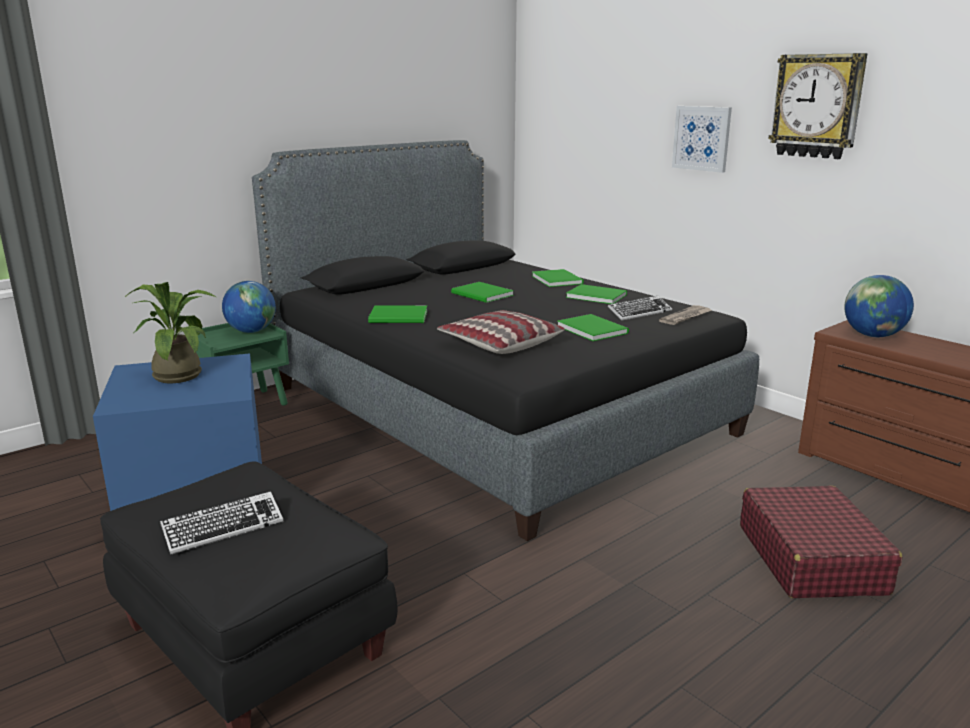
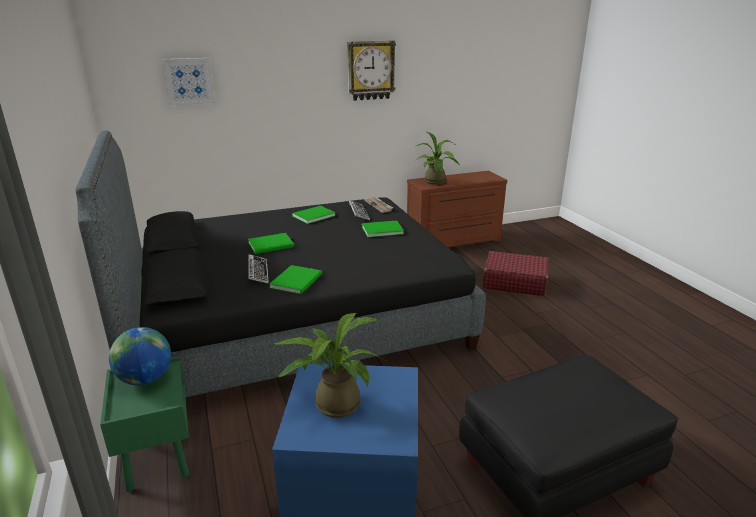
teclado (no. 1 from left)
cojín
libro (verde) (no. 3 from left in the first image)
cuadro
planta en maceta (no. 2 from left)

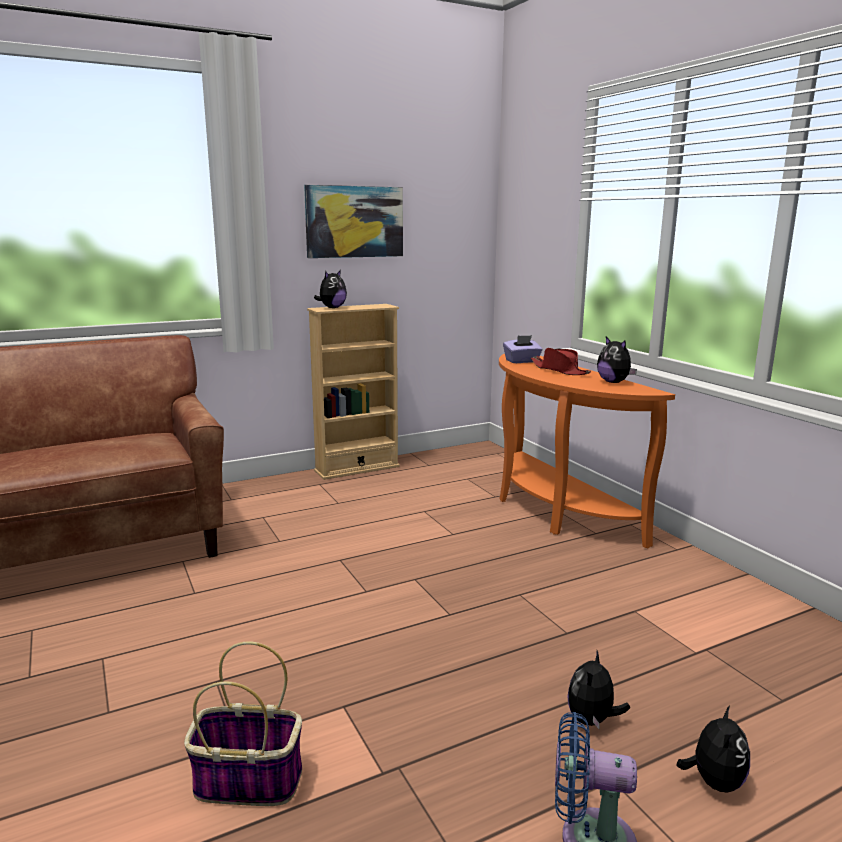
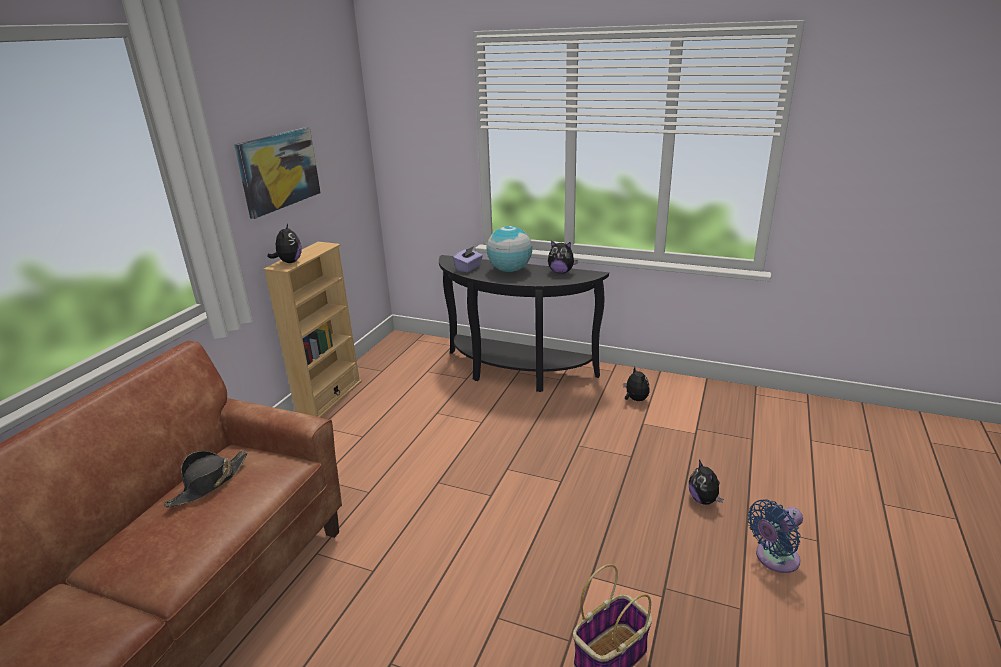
mesa consola (negro)
globo terráqueo
peluche (no. 3 from left)
sombrero (negro)

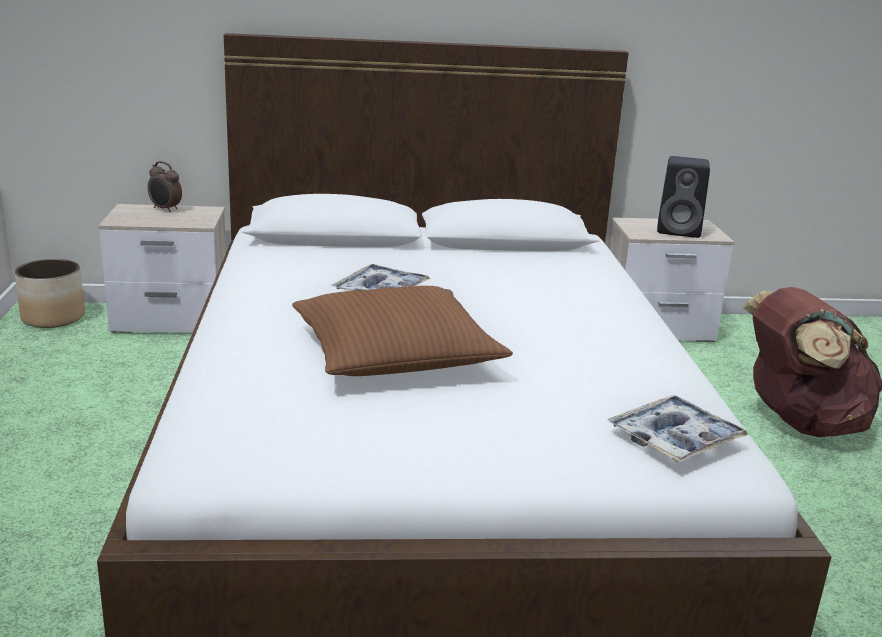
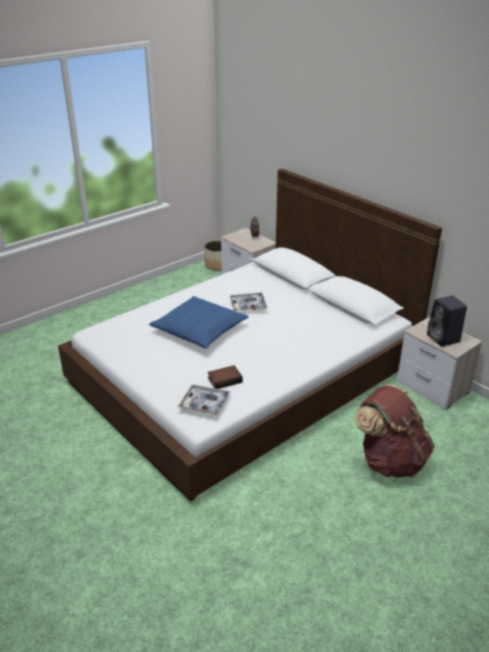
cojín (azul)
libro

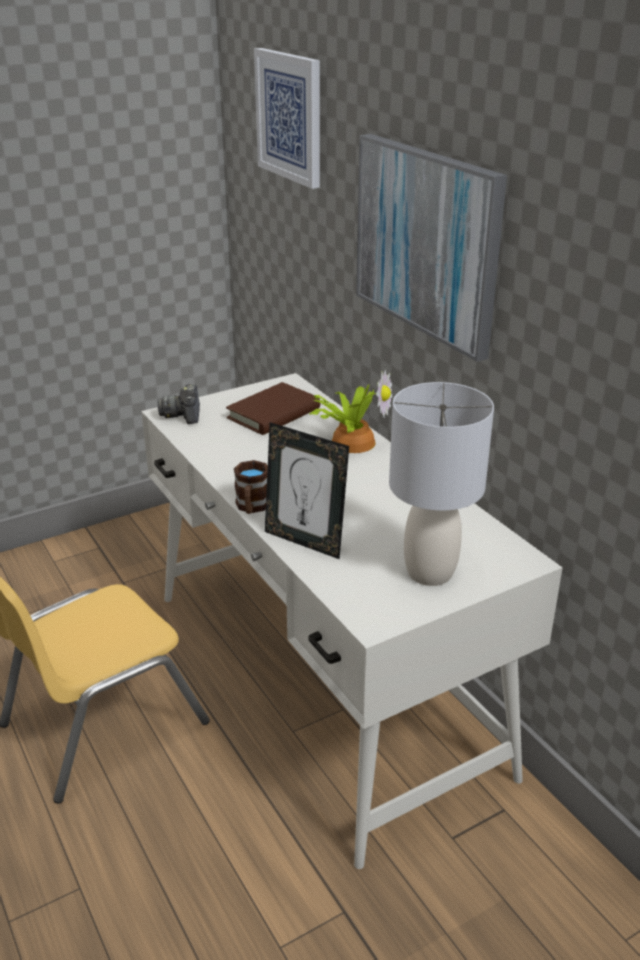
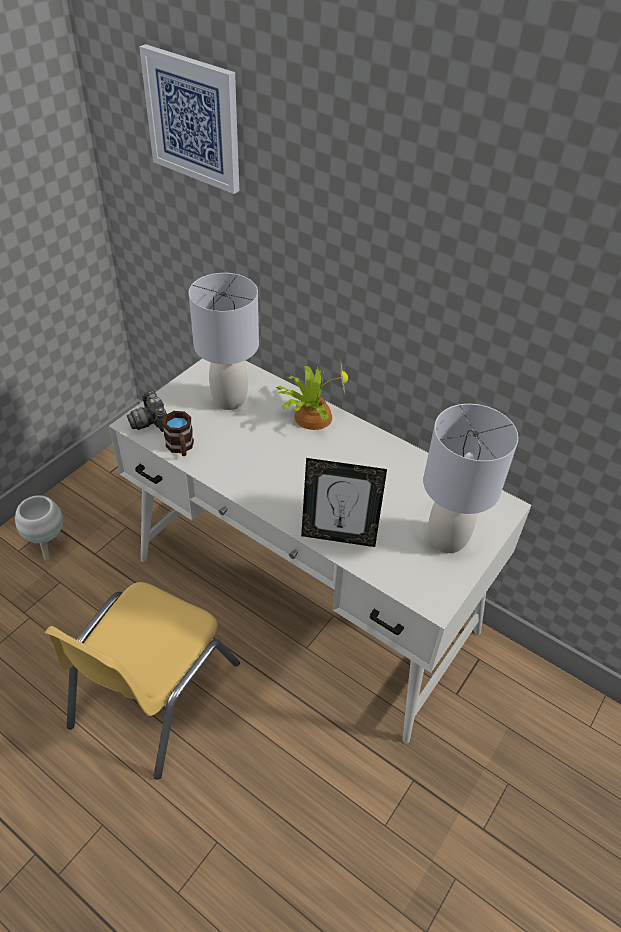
lámpara de mesa (gris) (no. 1 from left)
taza grande (marrón)
cuadro (no. 2 from left in the first image)
maceta (blanco)

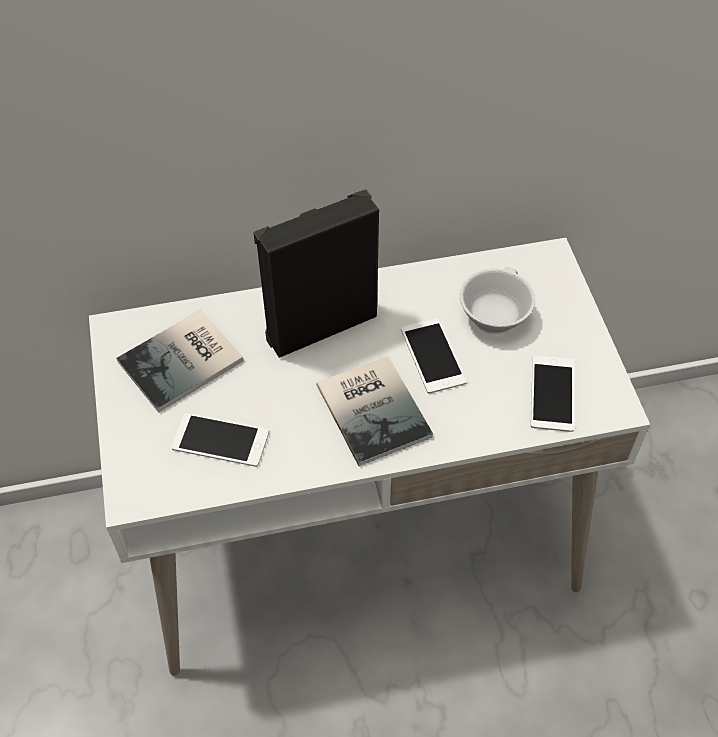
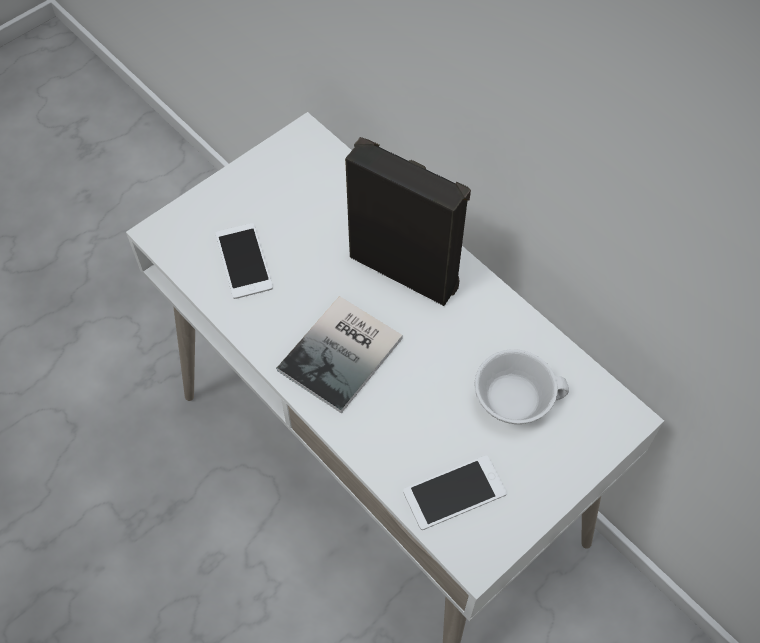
libro (no. 1 from left in the first image)
móvil (no. 2 from left in the first image)

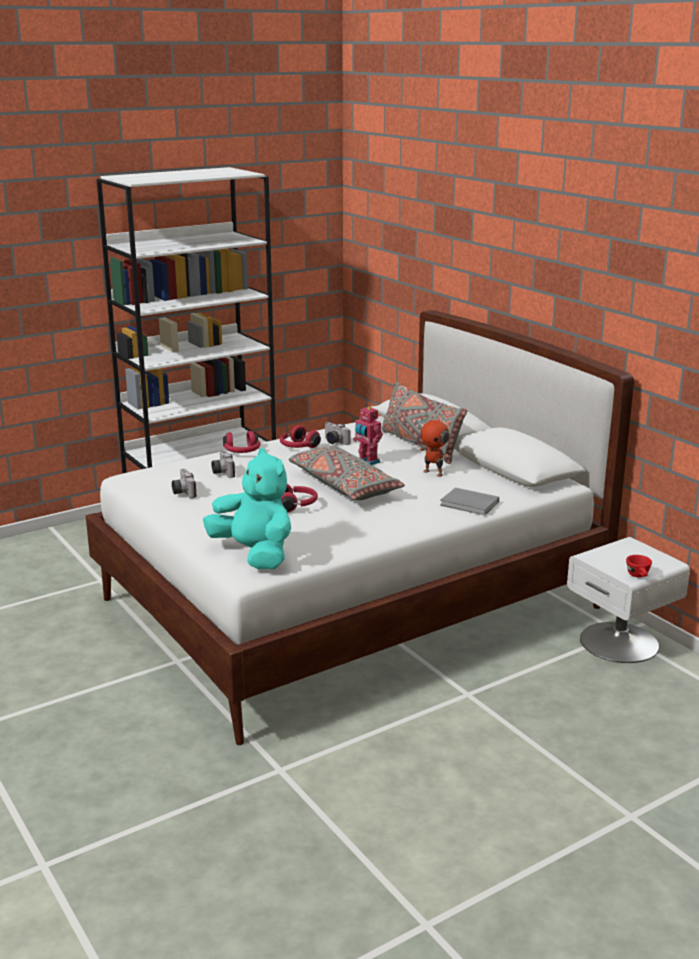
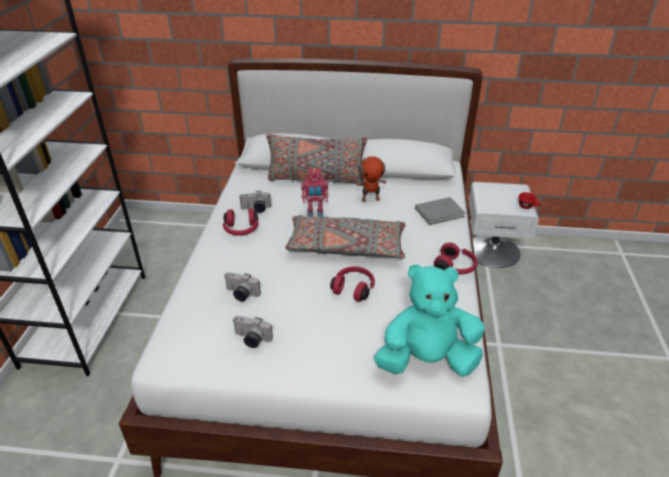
auriculares (rojo) (no. 3 from left)

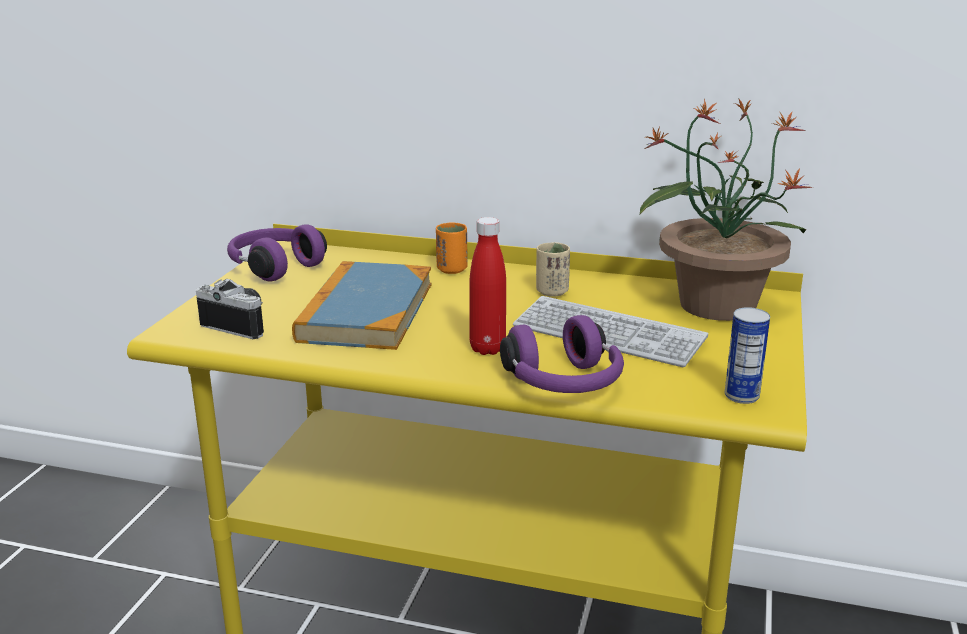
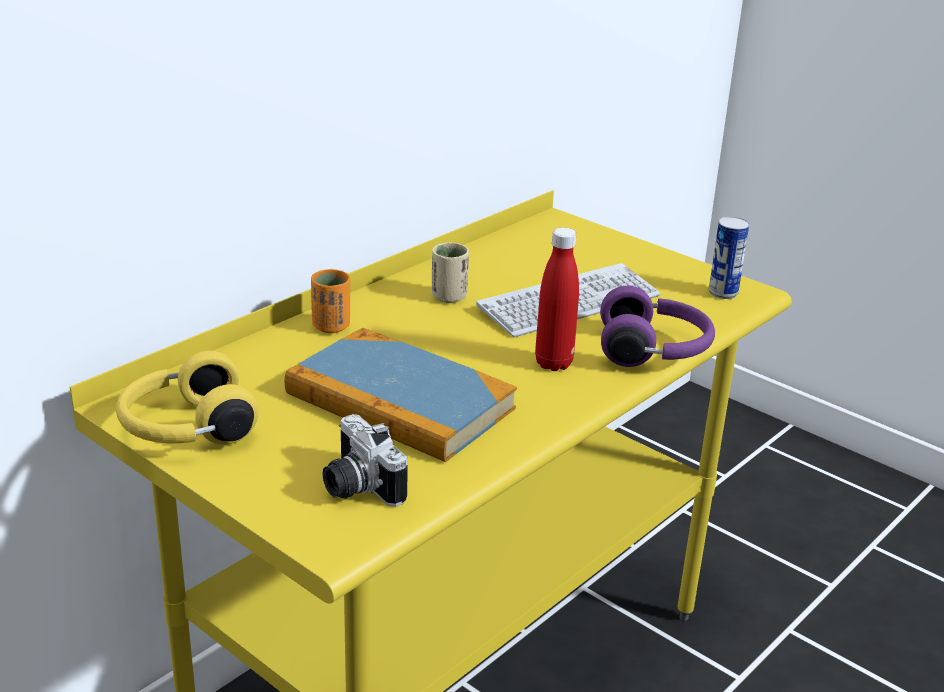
cámara
auriculares (amarillo)
planta en maceta

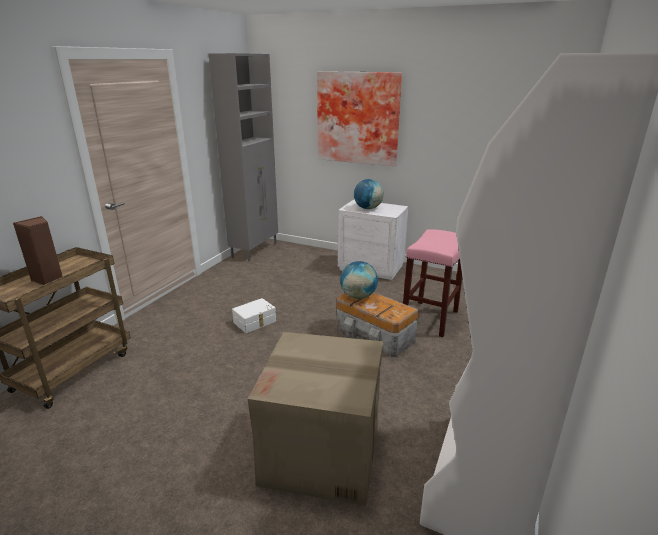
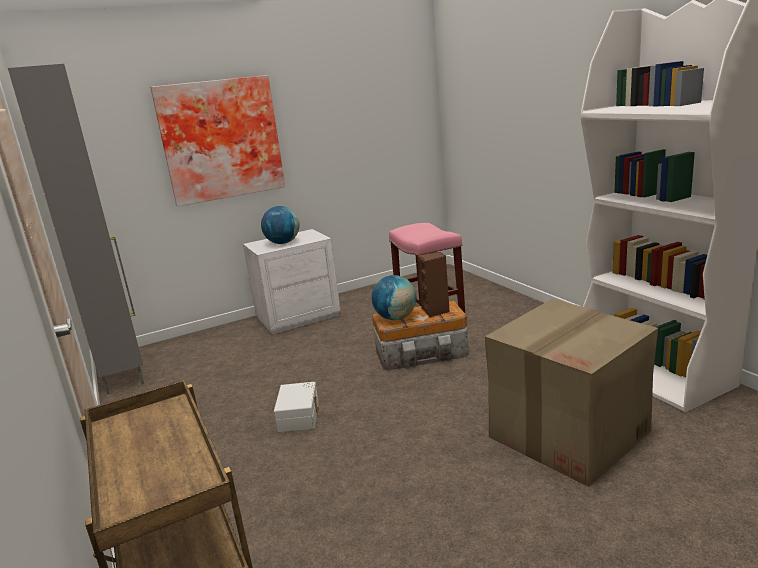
altavoz (marrón)

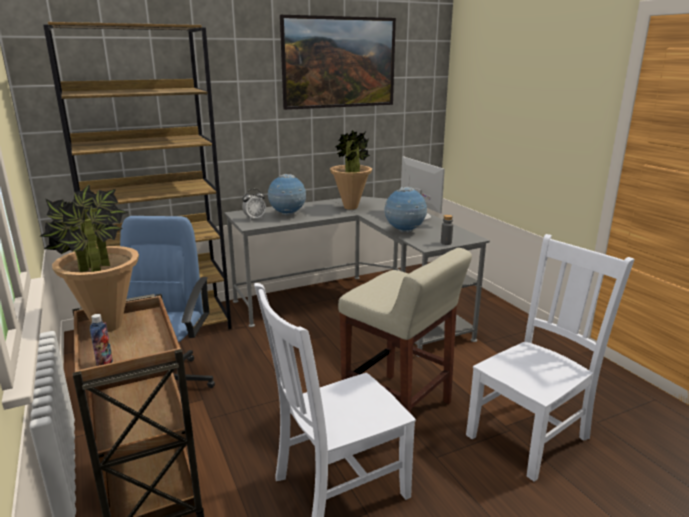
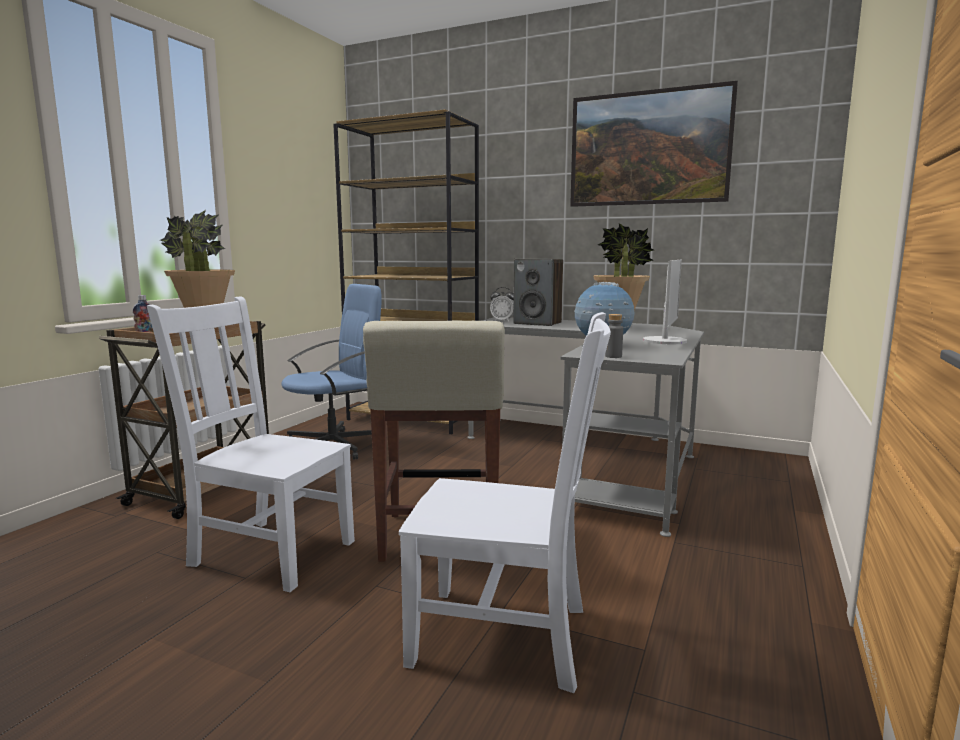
altavoz

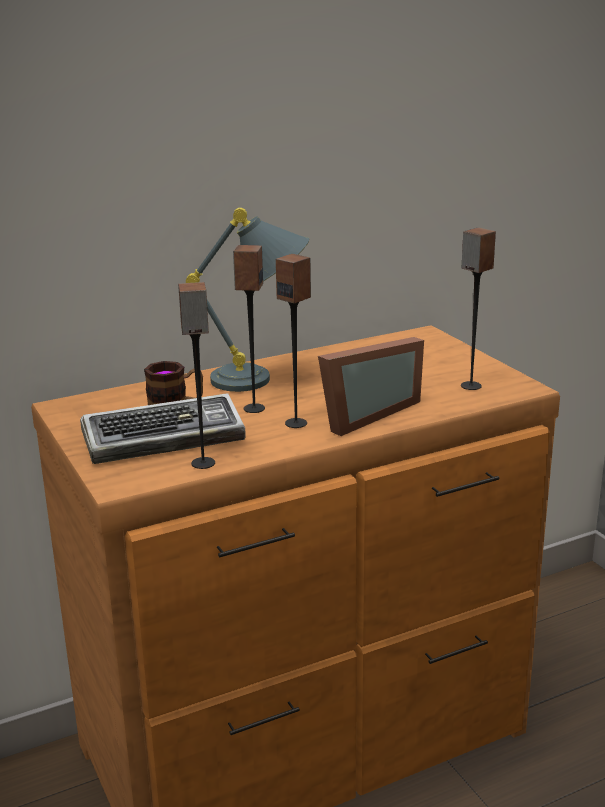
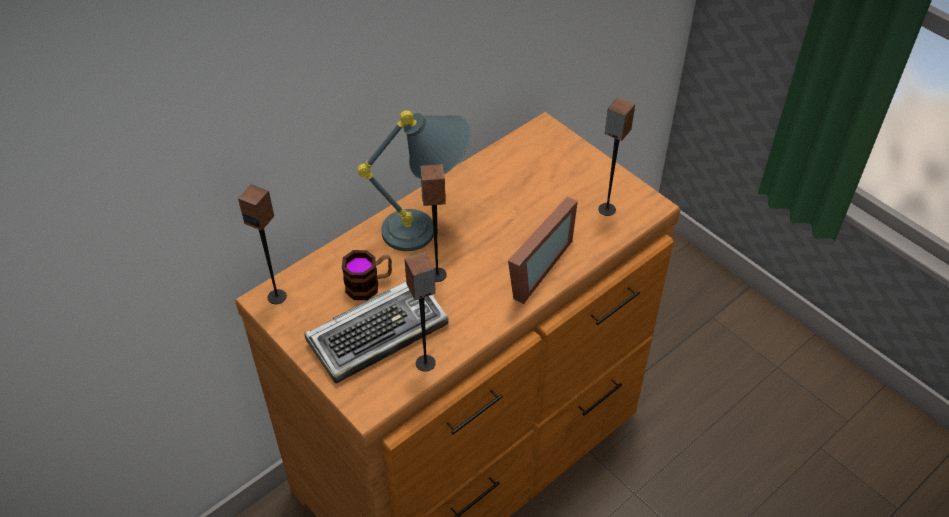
altavoz (no. 1 from left)

